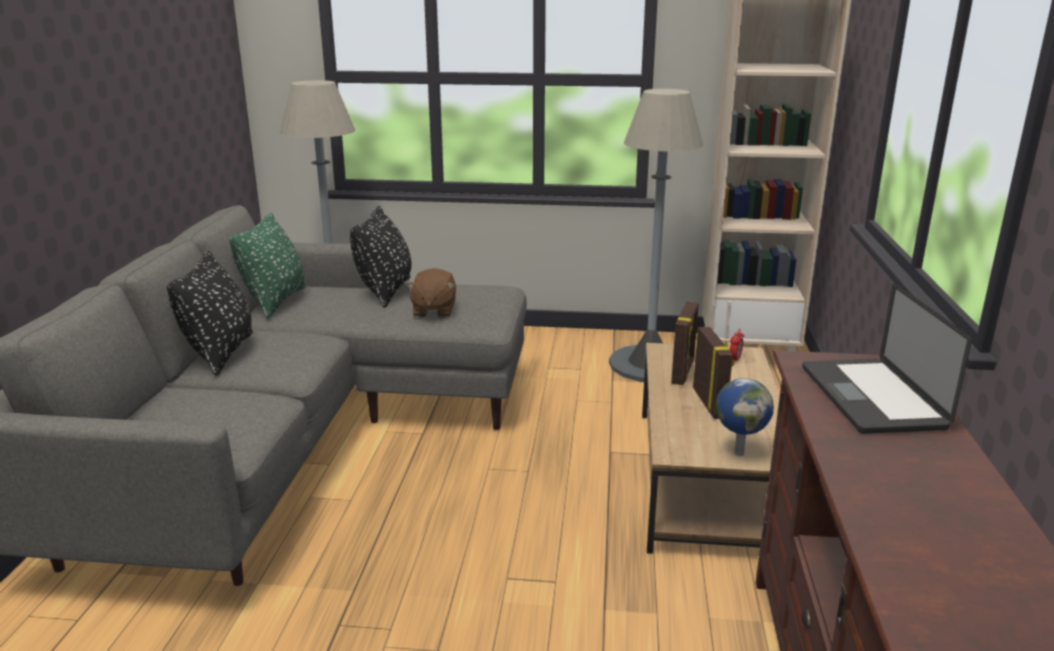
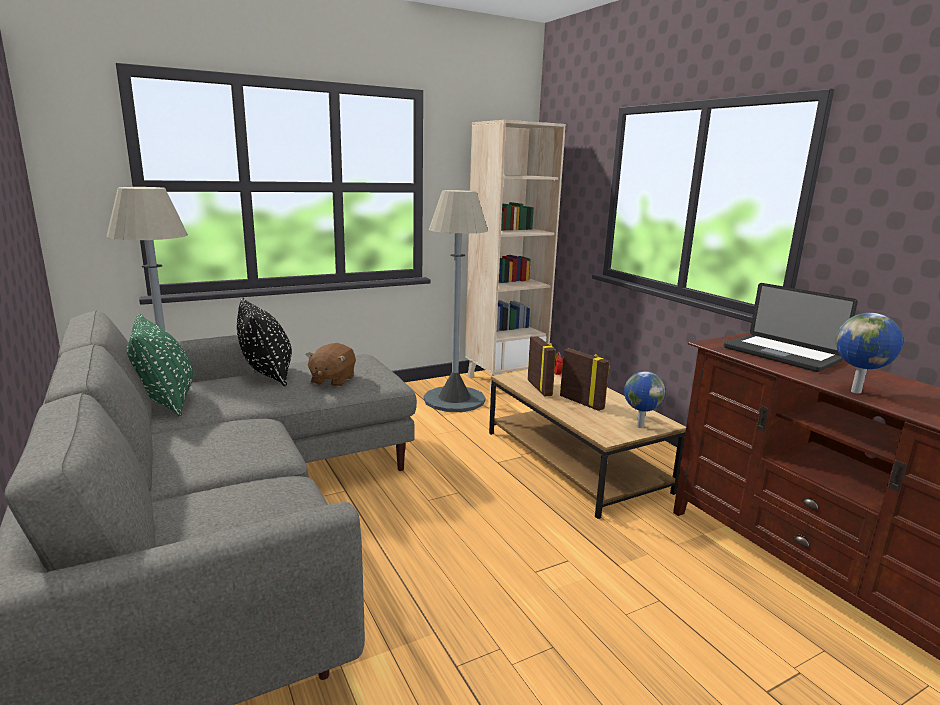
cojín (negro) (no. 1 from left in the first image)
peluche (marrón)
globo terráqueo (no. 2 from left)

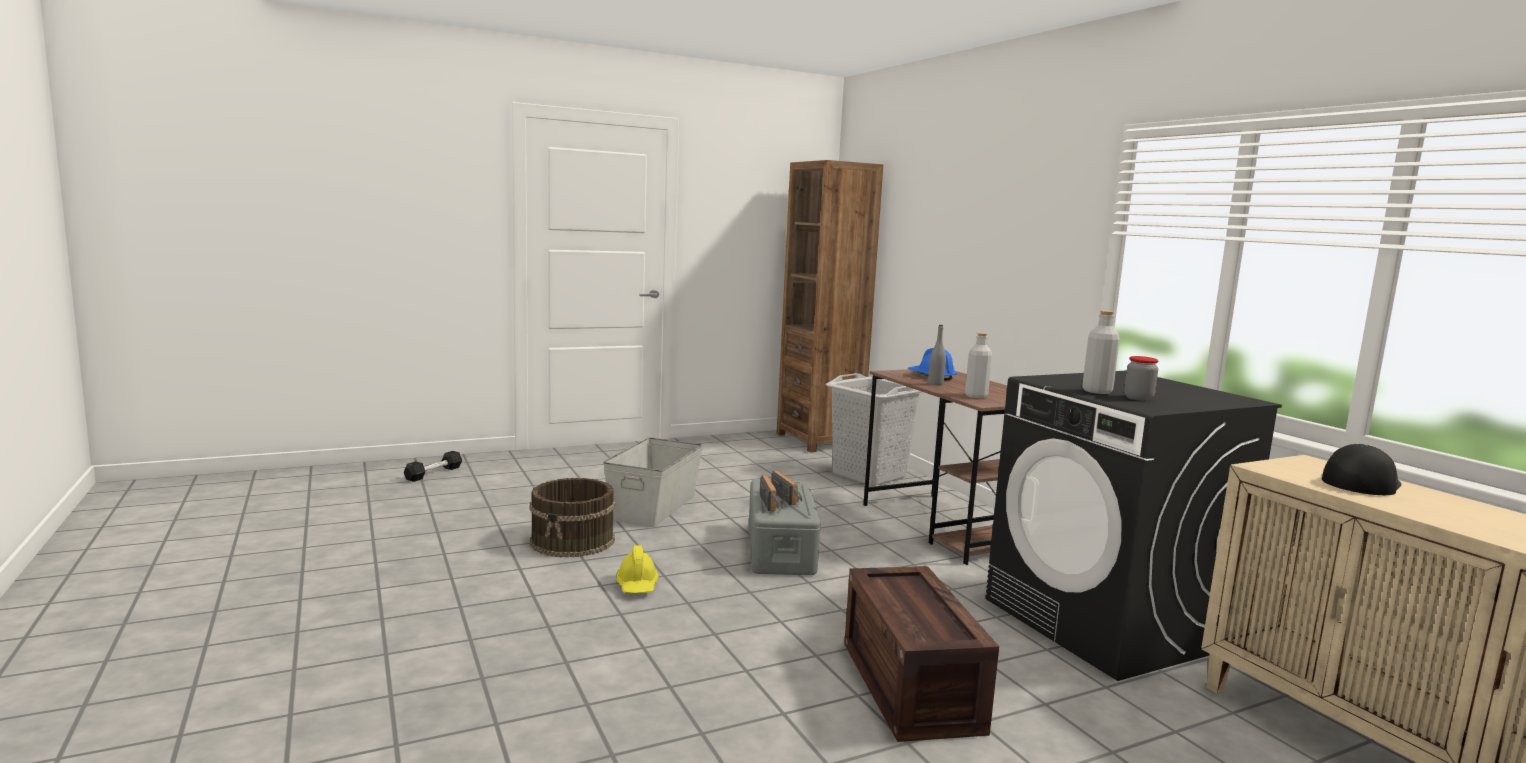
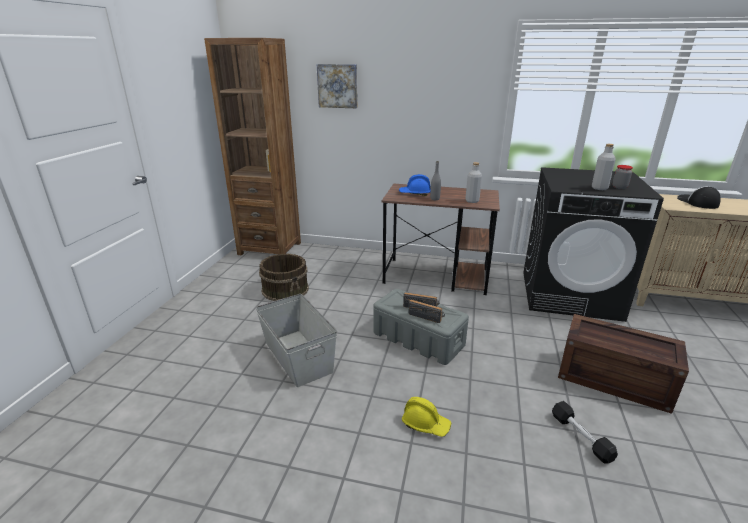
mancuerna (negro)
cubo (marrón)
cesto de la ropa (gris)
cuadro

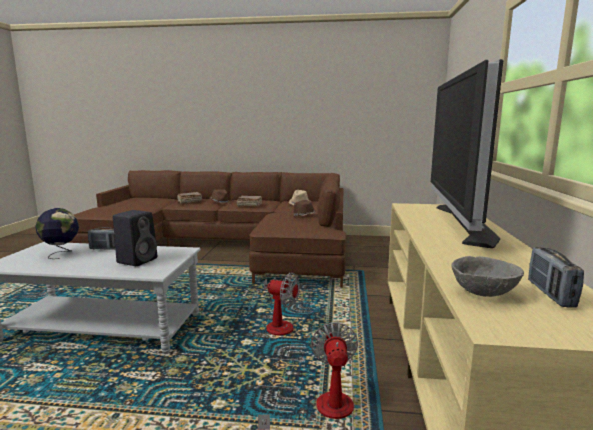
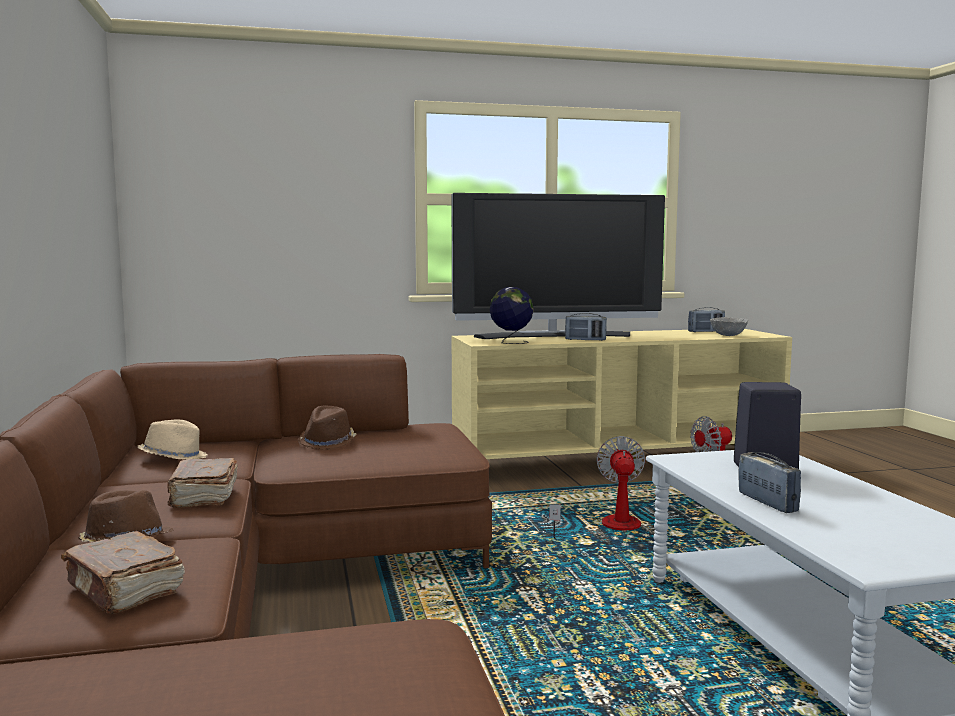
globo terráqueo
radio (no. 1 from left)

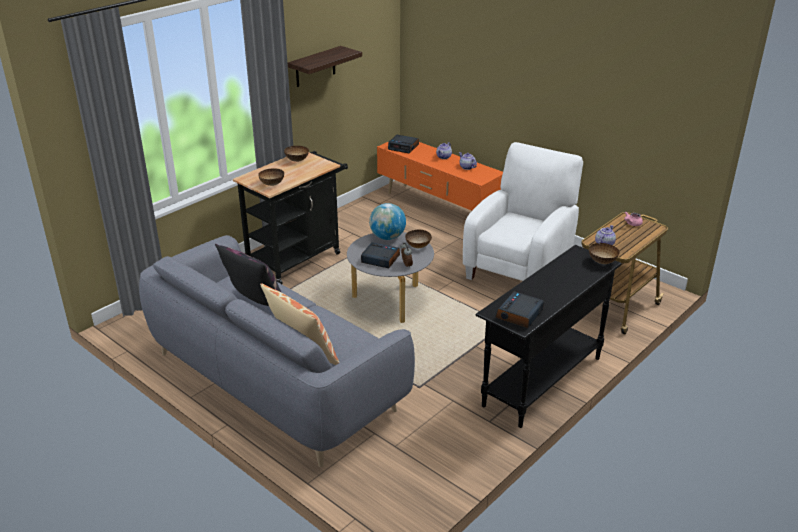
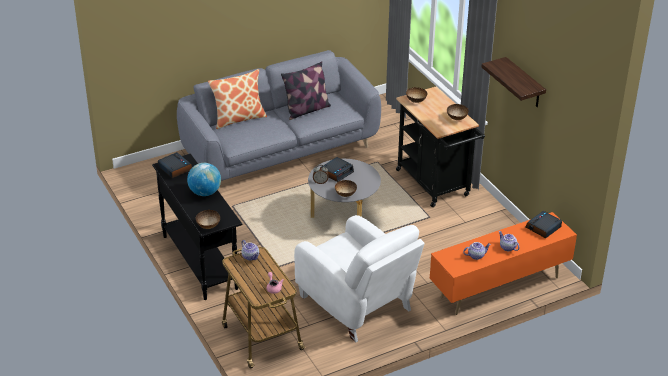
globo terráqueo

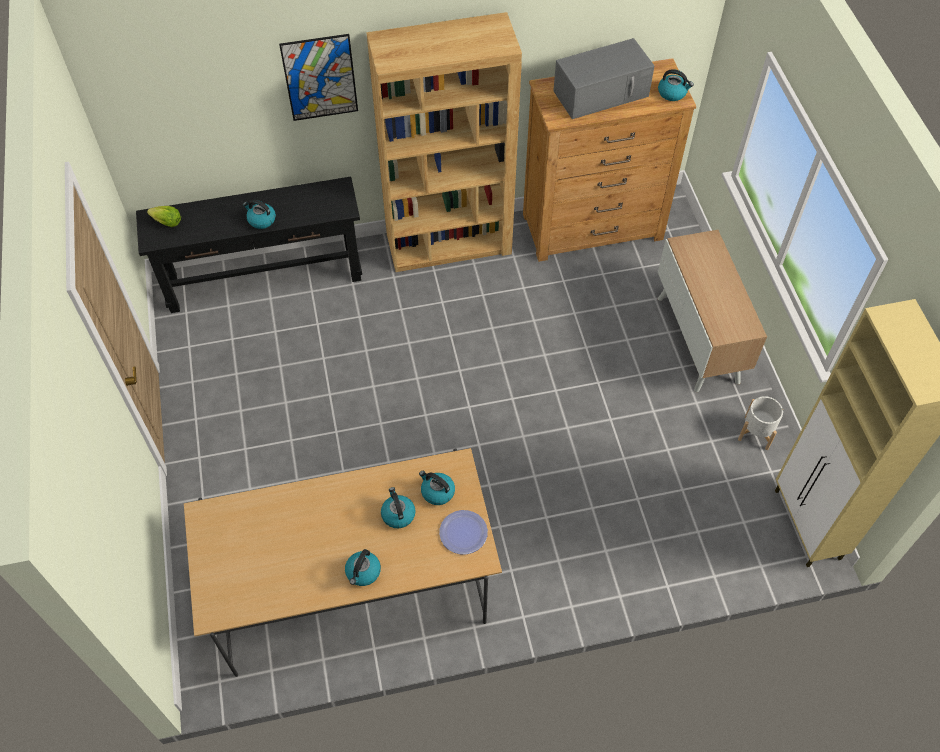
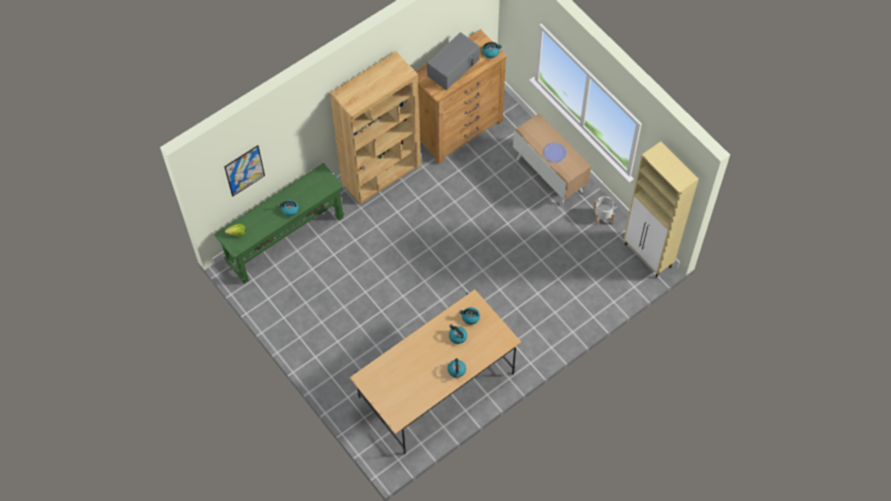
mesa consola (verde)
cuadro
plato

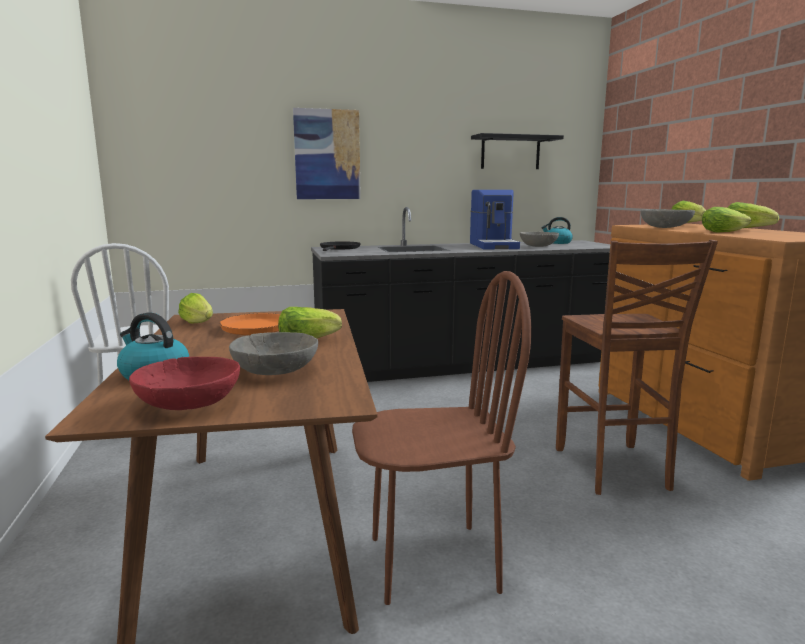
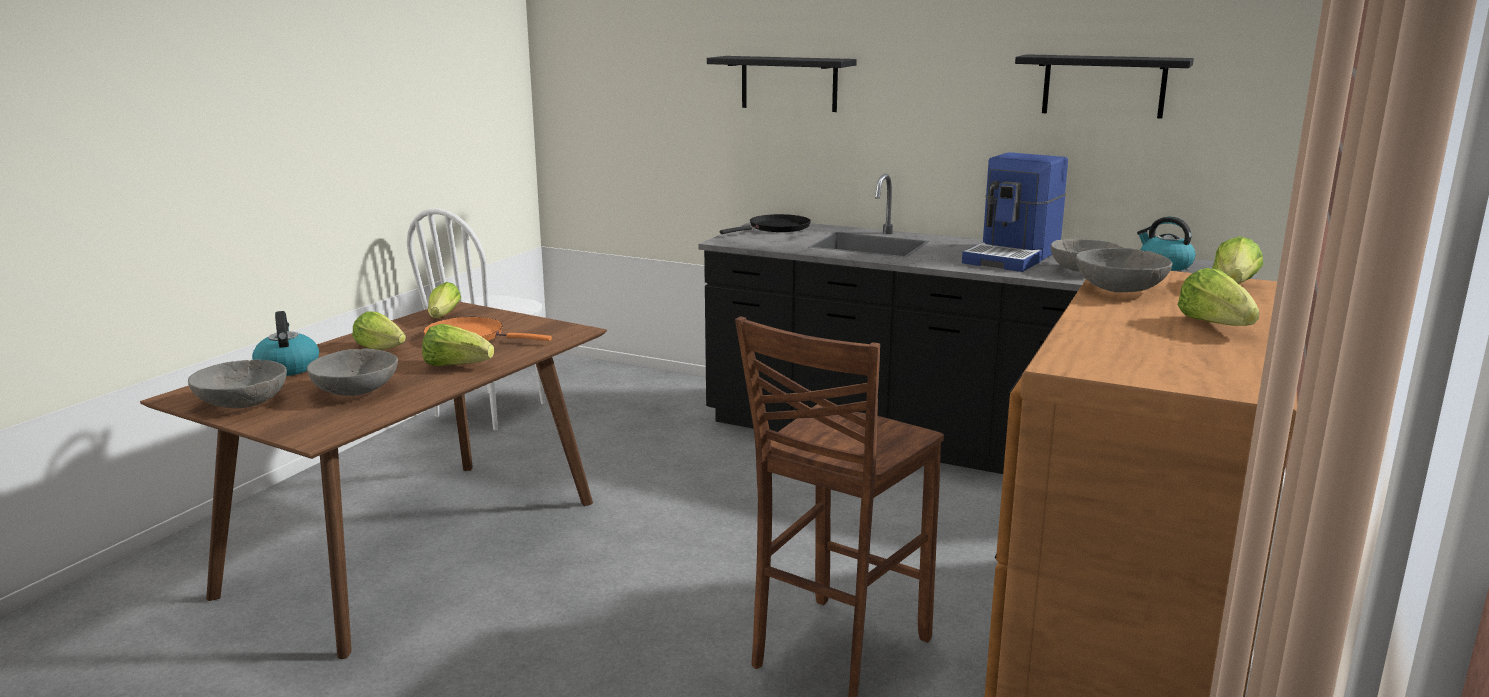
cuenco (gris) (no. 1 from left)
estante (negro) (no. 1 from left)
silla (marrón)
lechuga (no. 1 from left)

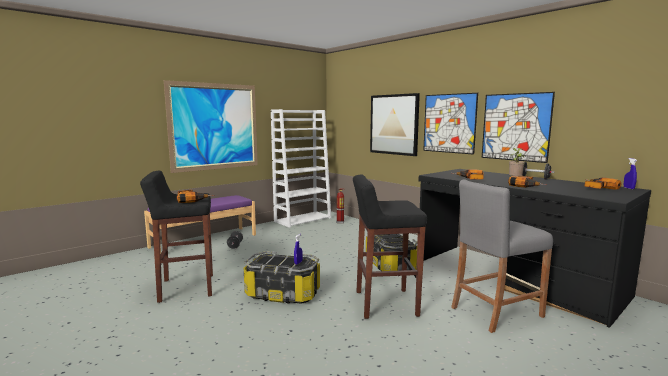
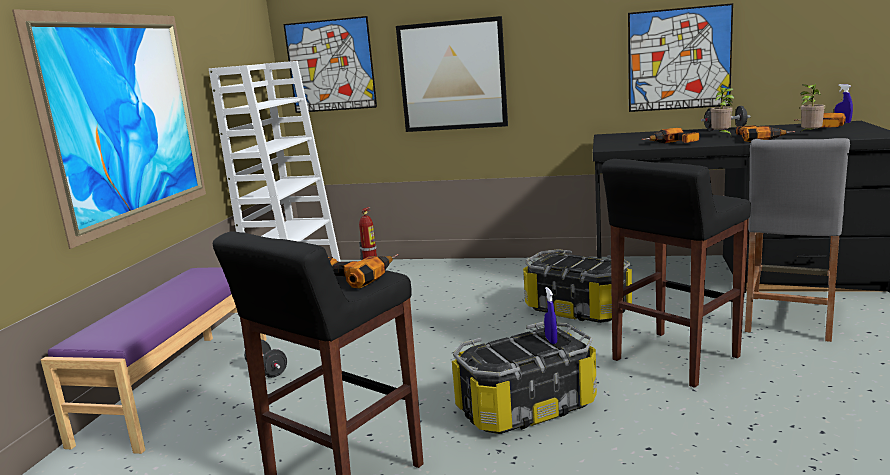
cuadro (no. 2 from left)
planta en maceta (no. 2 from left)

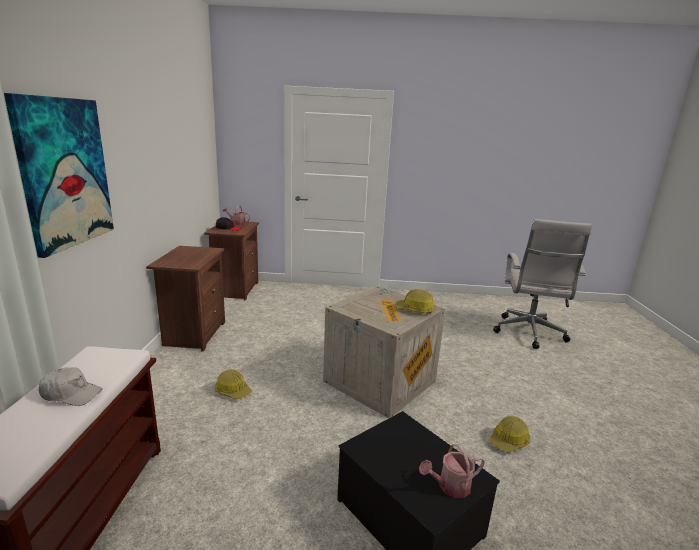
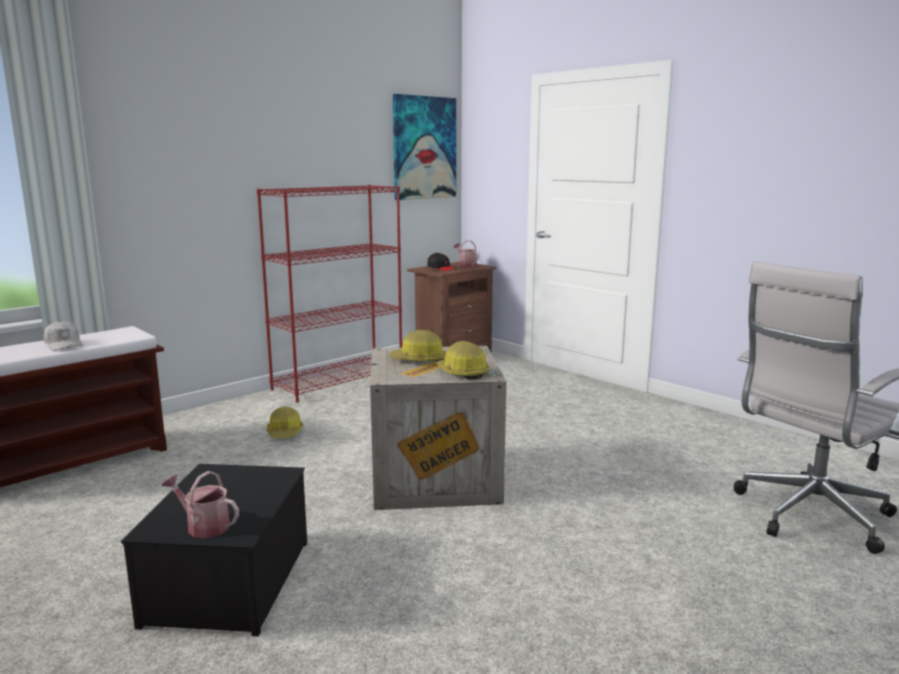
cuadro
estantería (rojo)
casco (no. 2 from left)

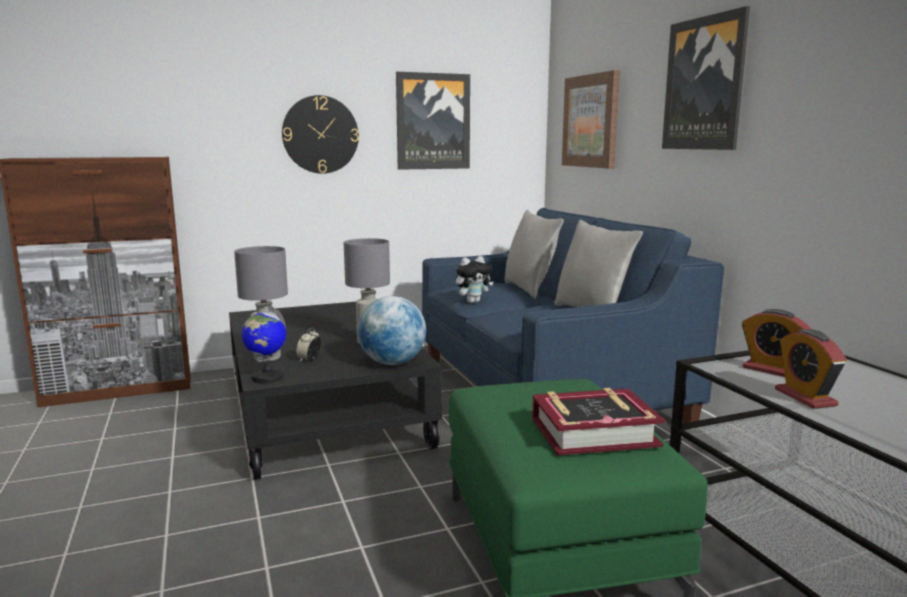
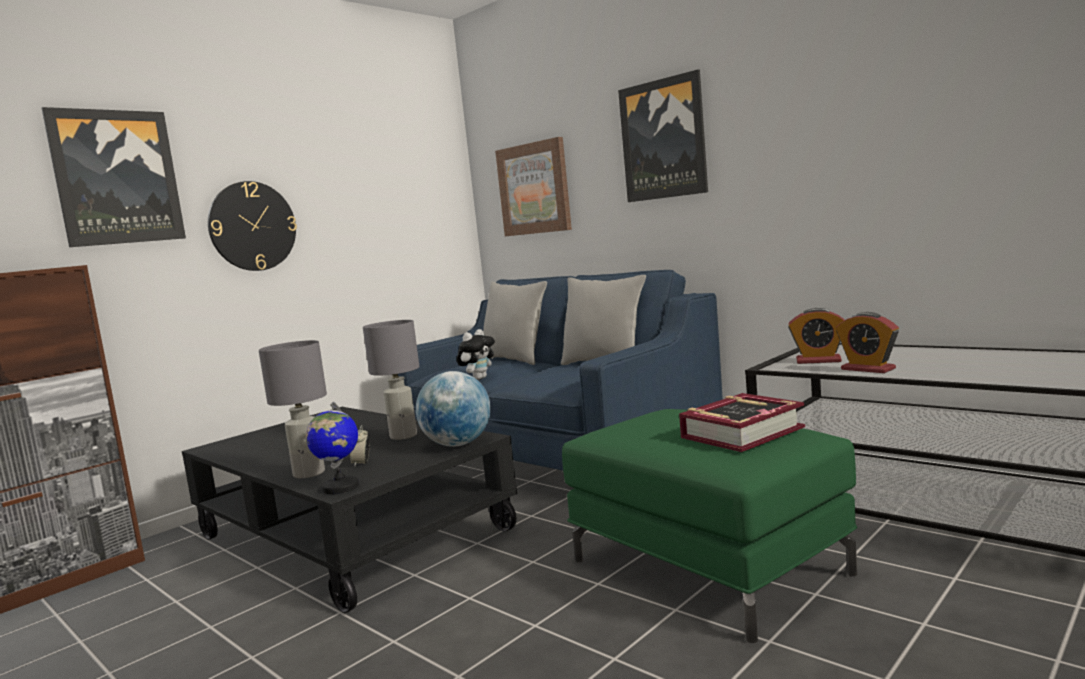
cuadro (no. 1 from left)

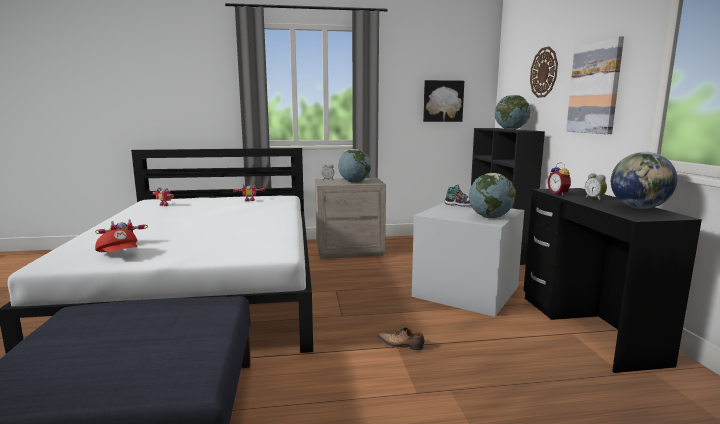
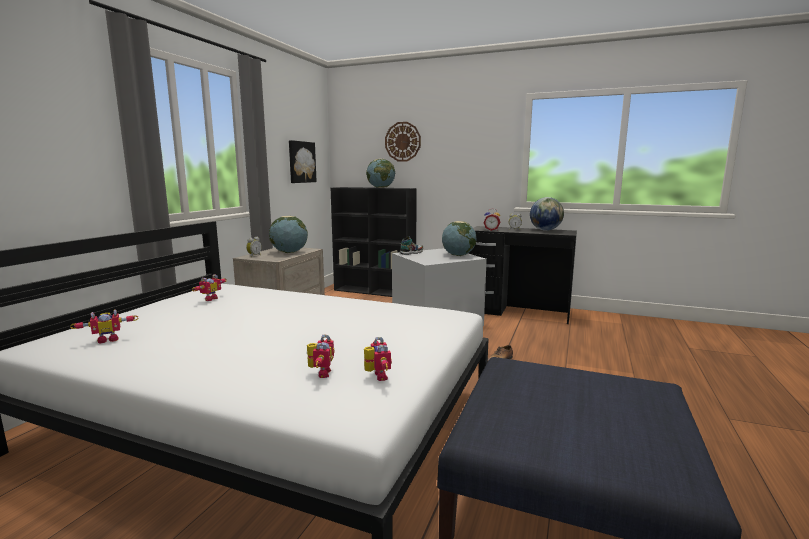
robot de juguete (no. 4 from left)
cuadro (no. 2 from left in the first image)

